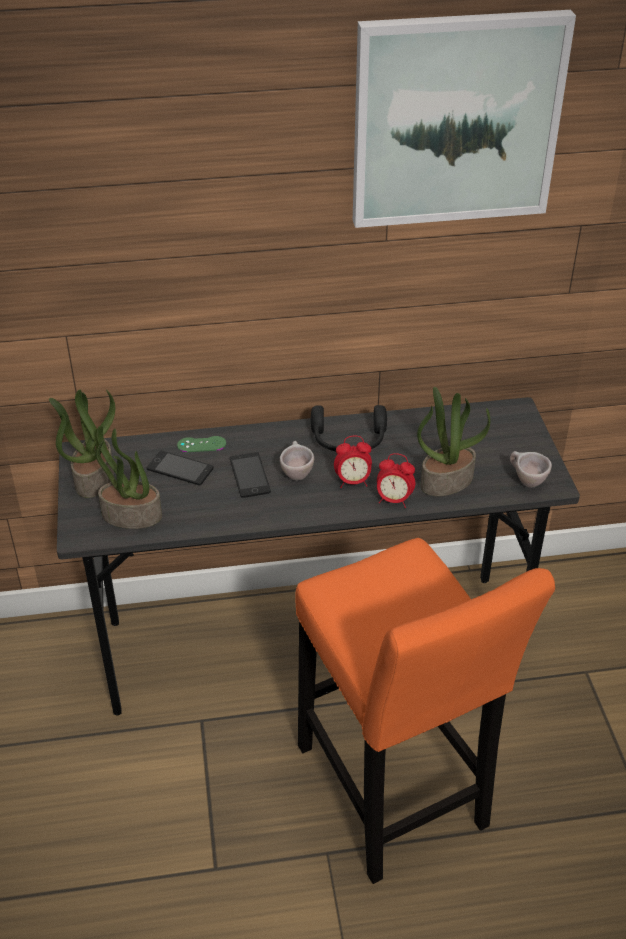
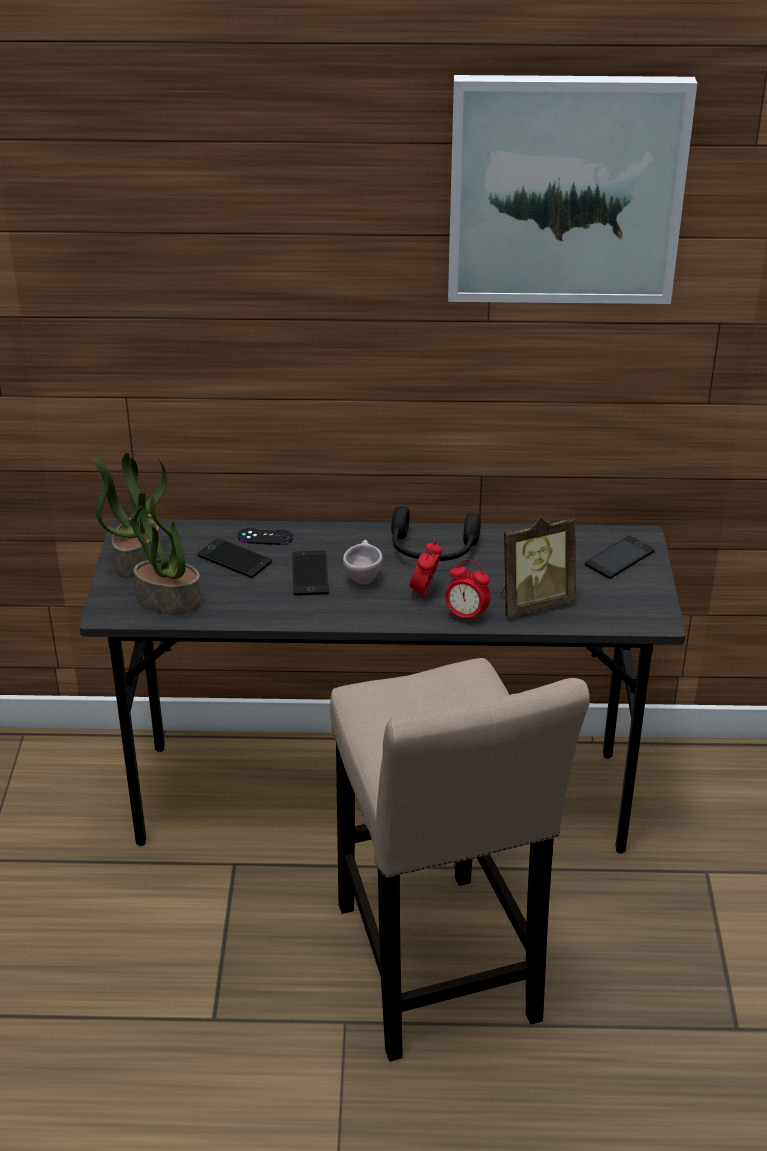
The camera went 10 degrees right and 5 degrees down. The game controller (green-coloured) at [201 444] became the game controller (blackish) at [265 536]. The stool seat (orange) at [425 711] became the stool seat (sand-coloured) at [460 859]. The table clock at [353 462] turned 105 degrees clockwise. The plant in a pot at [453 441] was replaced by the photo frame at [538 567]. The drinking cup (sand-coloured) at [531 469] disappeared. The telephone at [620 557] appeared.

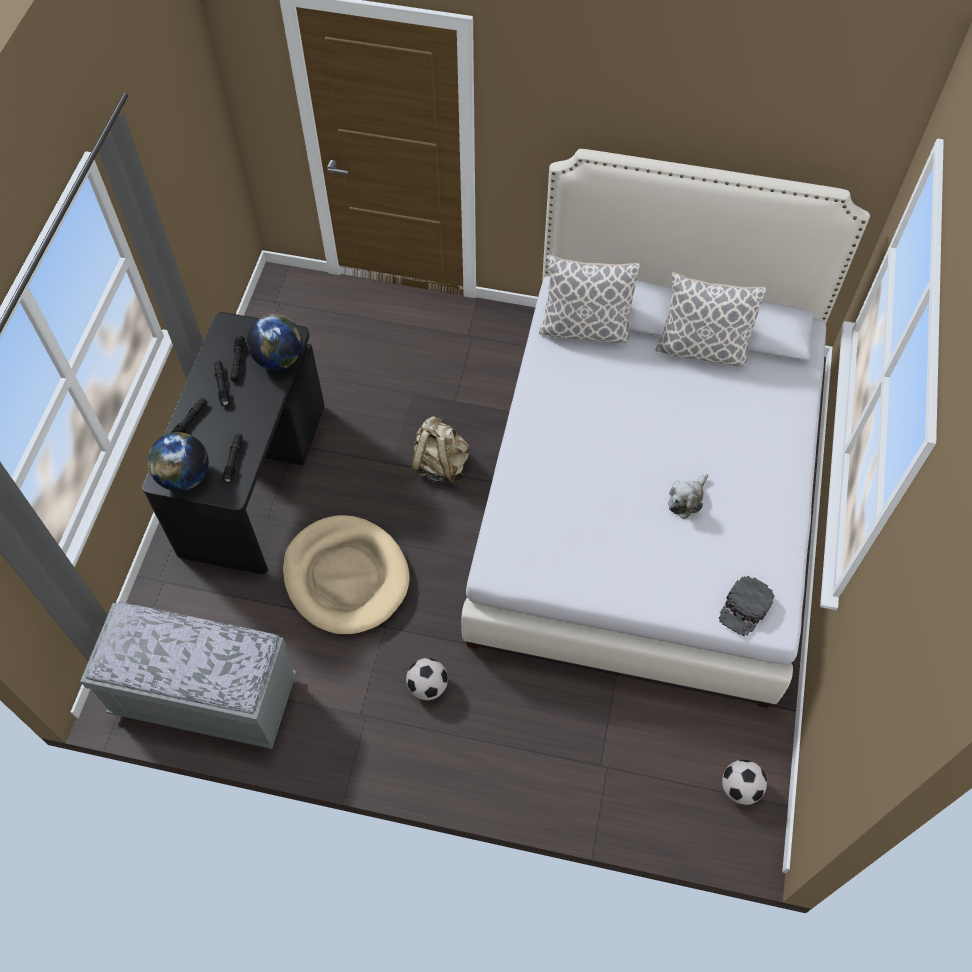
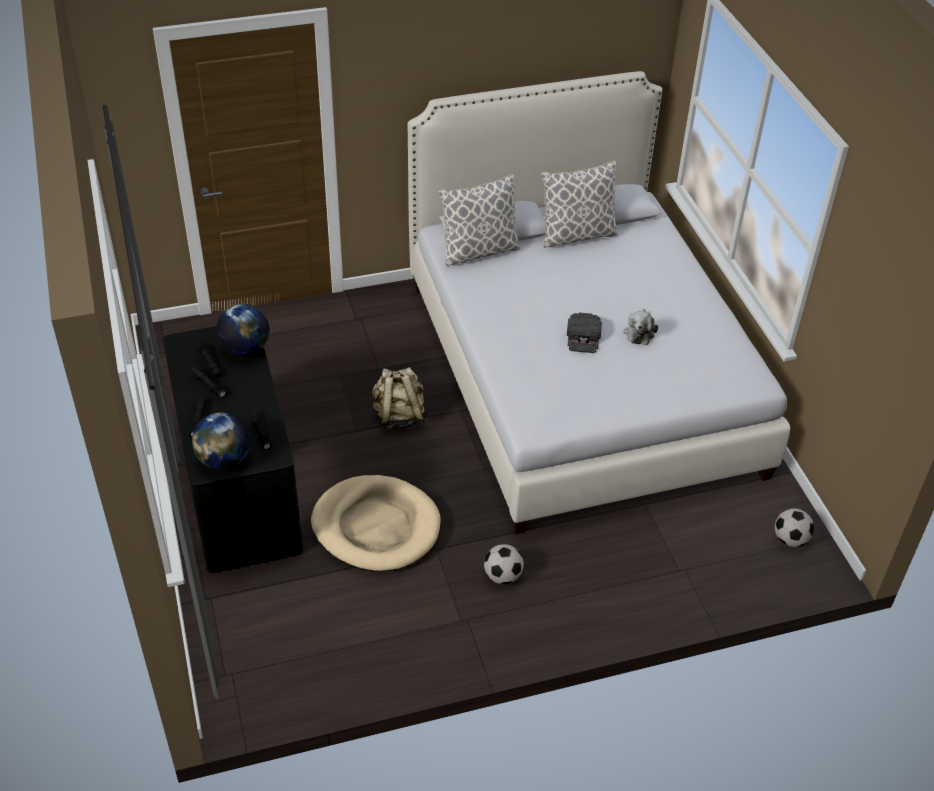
The camera went 30 degrees left and 15 degrees down. The indoor bench (greyish) at [188 675] disappeared. The baseball cap (blackish) moved from [746 606] to [584 333].

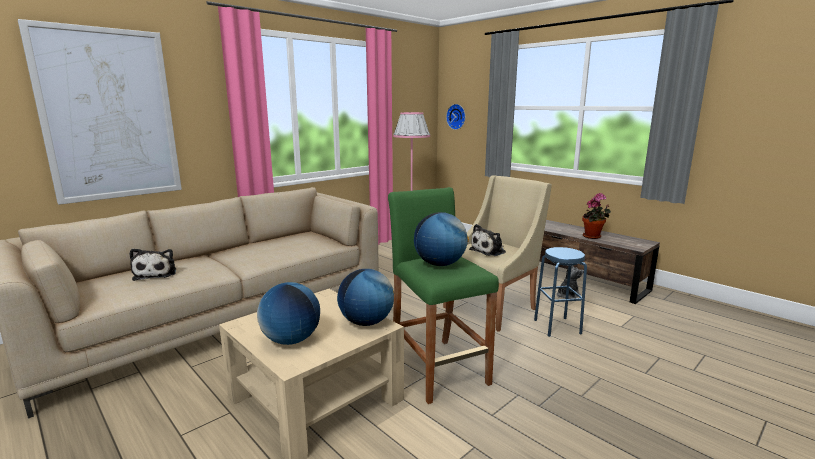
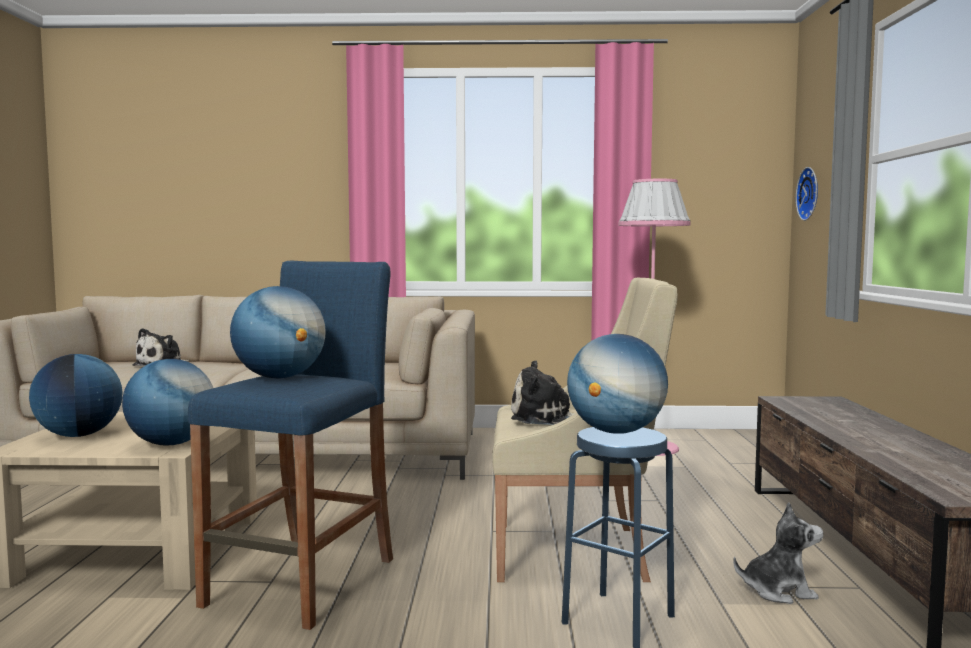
The camera went 45 degrees right and 10 degrees down. The wall picture at [100 112] disappeared. The stool seat (green-coloured) at [443 295] became the stool seat (bluish) at [290 445]. The plant in a pot at [596 216] disappeared. The globe at [617 384] appeared.

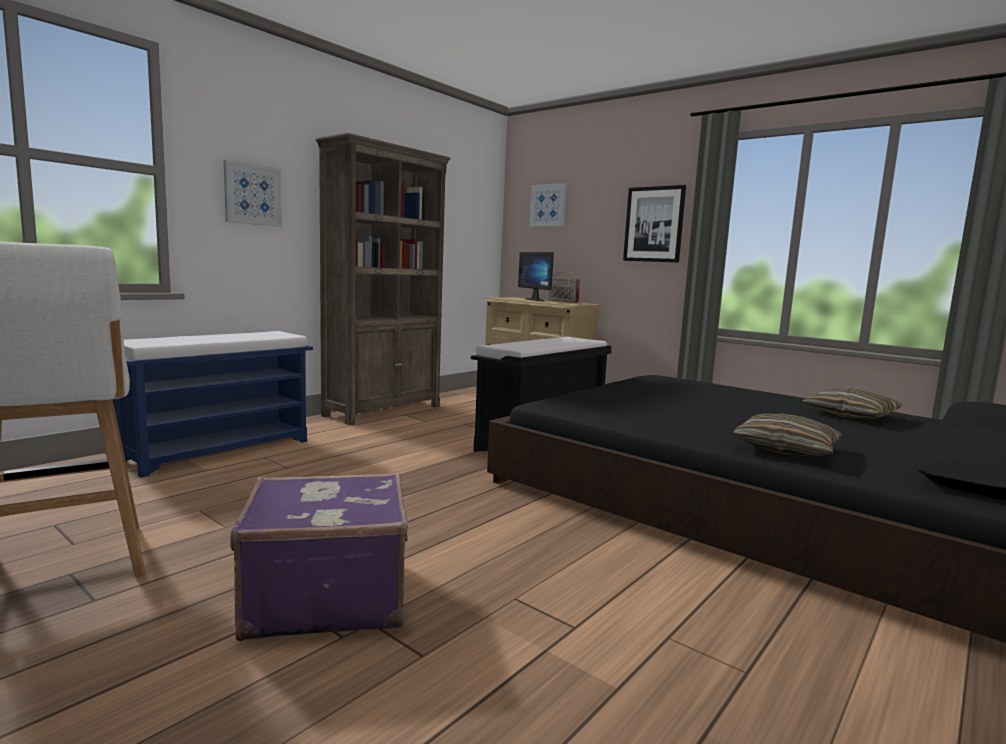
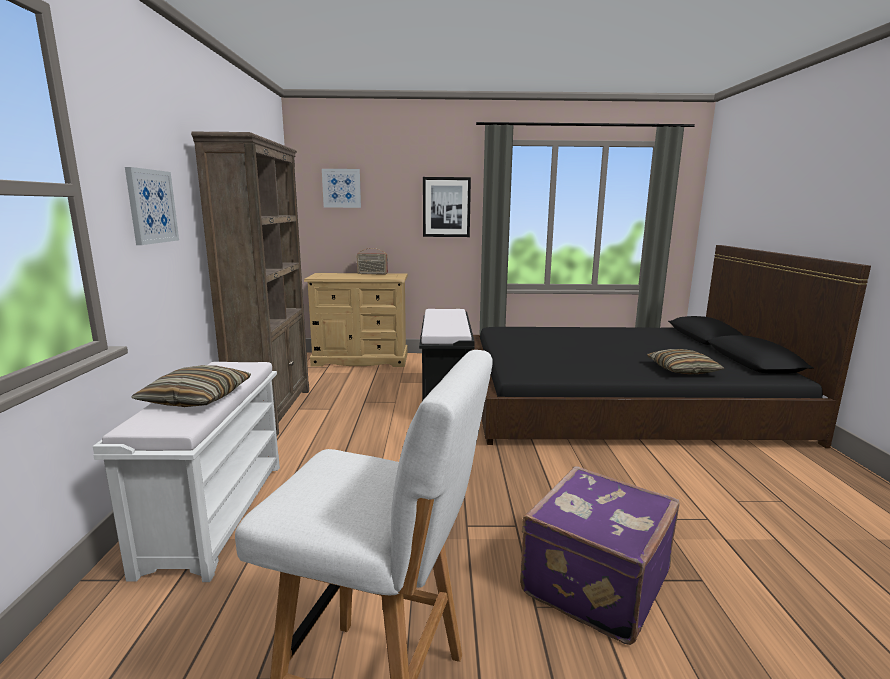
The camera went 40 degrees left and 5 degrees up. The indoor bench (bluish) at [213 404] became the indoor bench (white) at [186 472]. The computer screen at [536 277] disappeared. The throw pillow moved from [852 403] to [191 386].

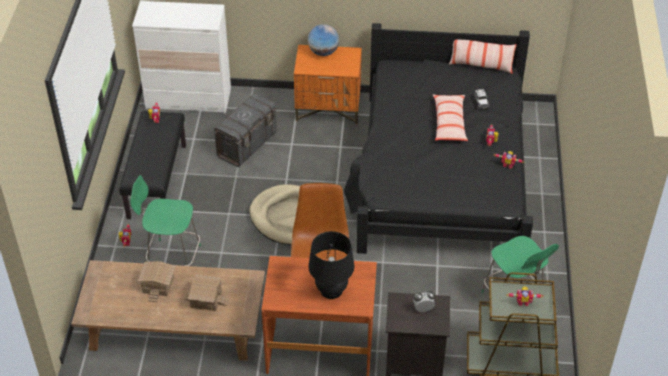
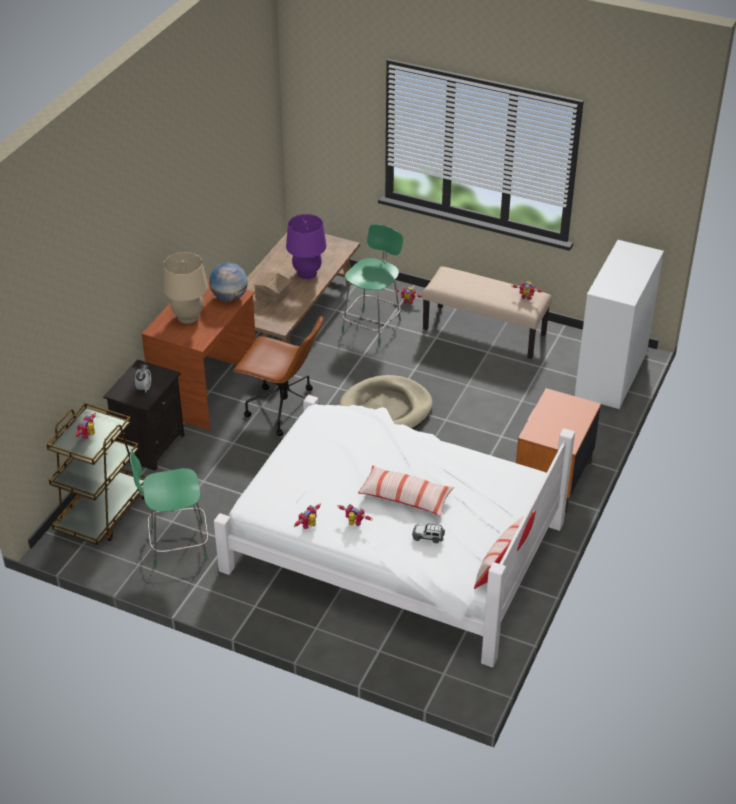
The camera went 110 degrees right and 5 degrees down. The indoor bench (blackish) at [152 165] became the indoor bench (sand-coloured) at [487 312]. The toy house at [157 281] was replaced by the table lamp (purple) at [306 246]. The storage container (greyish) at [245 130] disappeared. The globe moved from [323 40] to [228 282]. The table lamp (blackish) at [331 265] became the table lamp (sand-coloured) at [185 288]. The bed (blackish) at [438 138] became the bed (white) at [394 531].

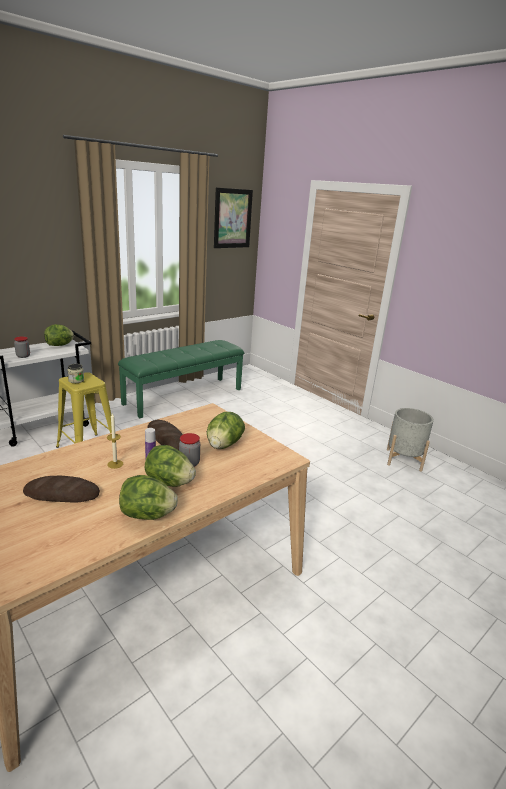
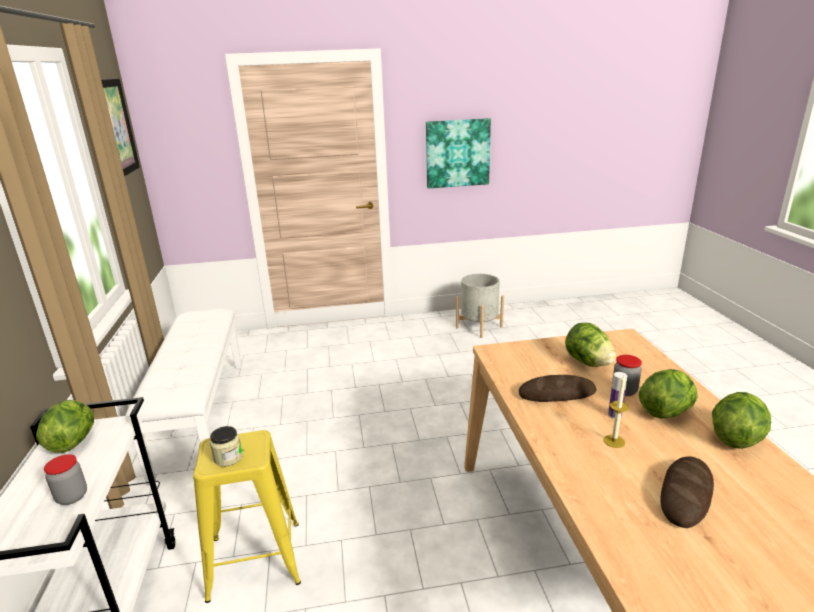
The camera went 55 degrees left and 0 degrees up. The indoor bench (green-coloured) at [181 379] became the indoor bench (white) at [183 397]. The wall picture at [458 153] appeared.

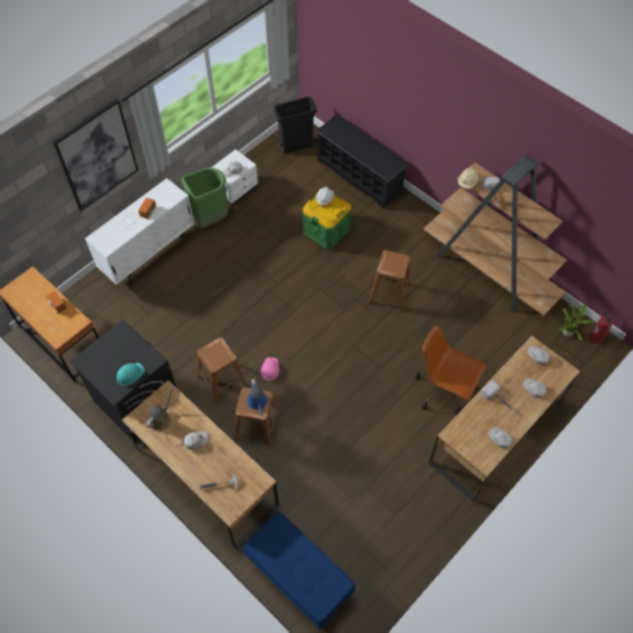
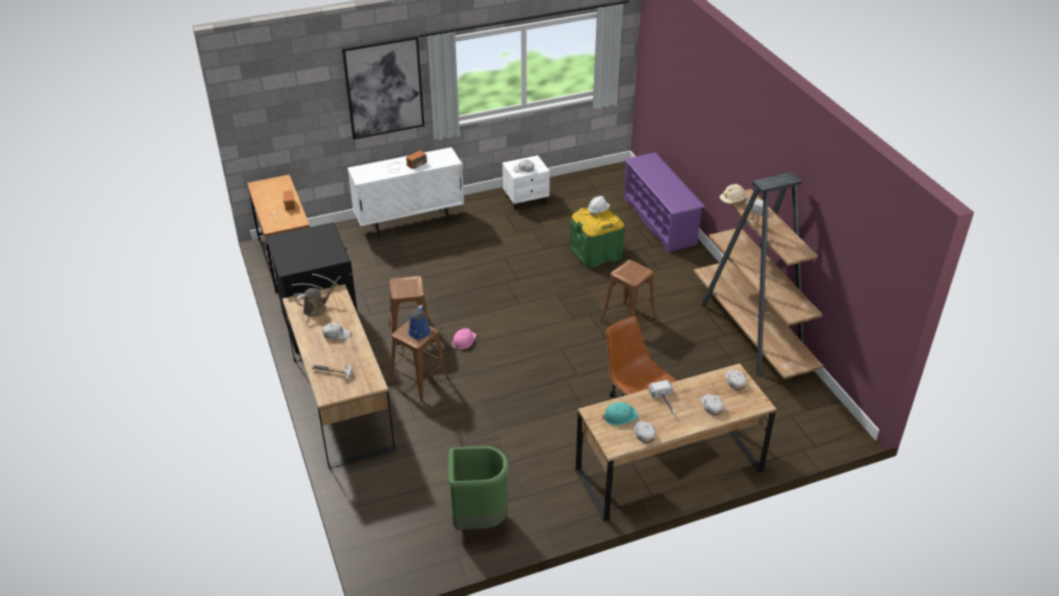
The camera went 25 degrees right and 20 degrees down. The safety helmet (blue-green) moved from [130 374] to [620 413]. The trash can (green-coloured) moved from [205 197] to [478 488]. The indoor bench (bluish) at [299 570] disappeared. The trash can (blackish) at [295 125] disappeared. The shoe stand (blackish) at [362 161] became the shoe stand (purple) at [664 203]. The plant in a pot at [576 322] disappeared. The fire-fighting cylinder at [601 328] disappeared.

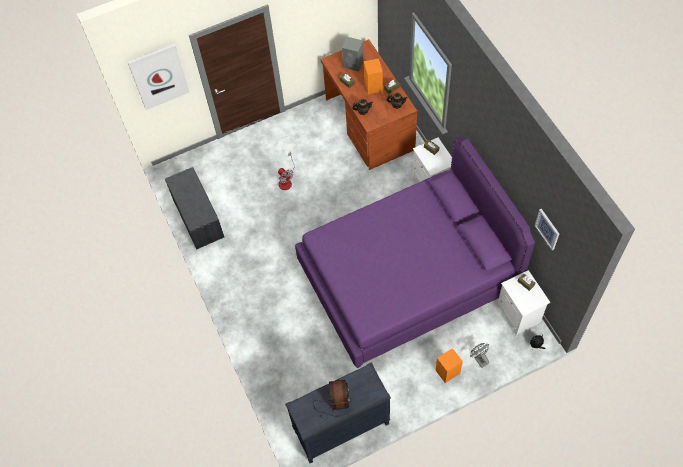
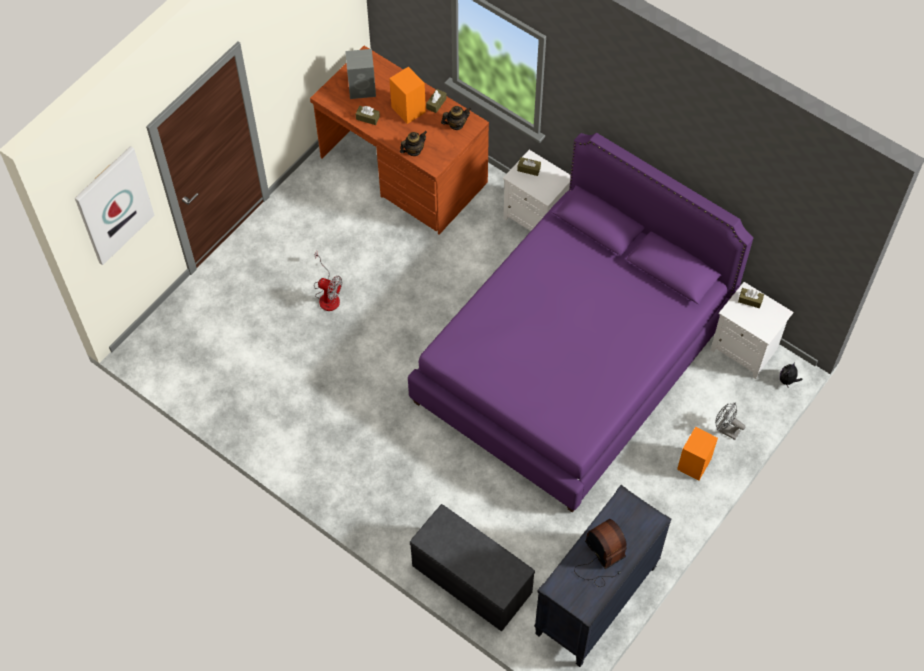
The camera went 30 degrees left and 0 degrees up. The indoor bench (greyish) moved from [194 208] to [472 568]. The wall picture at [547 229] disappeared.

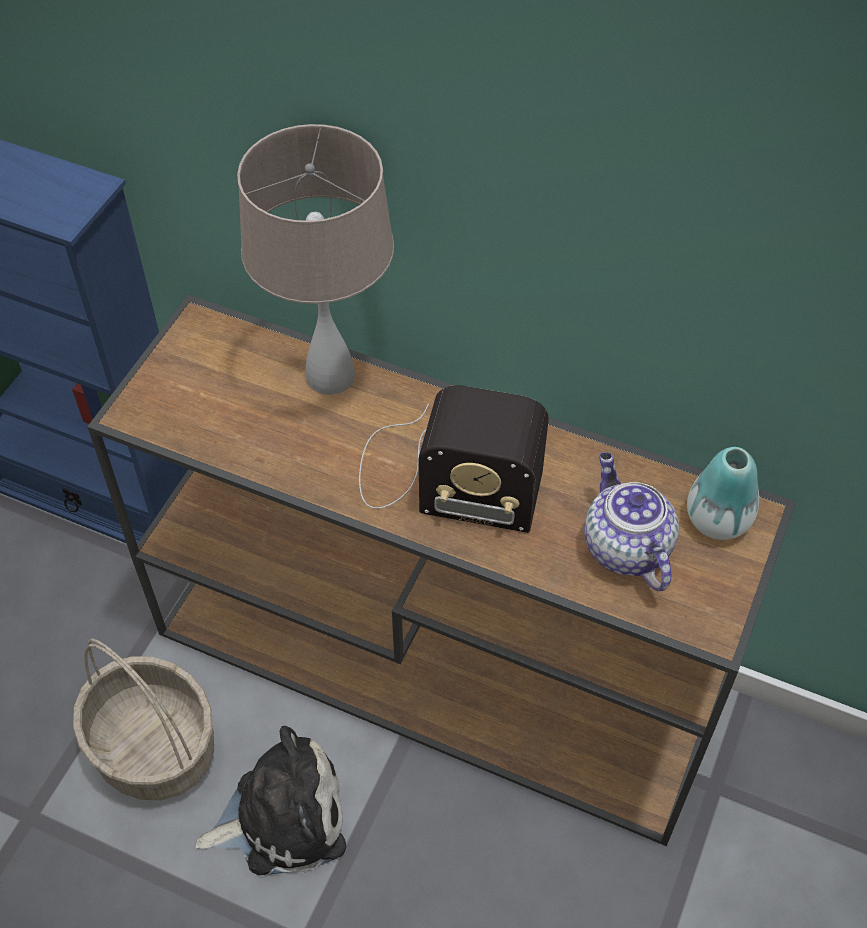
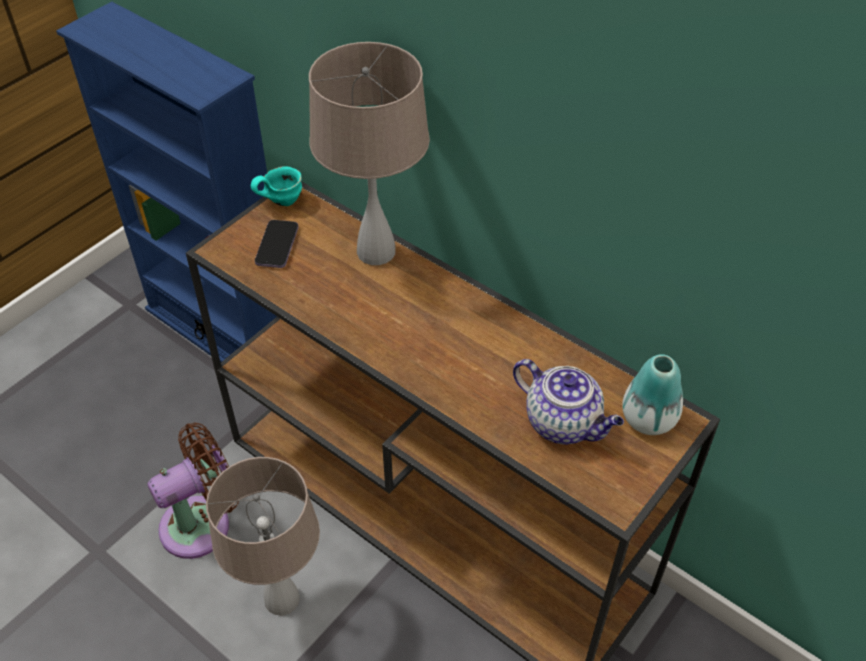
The camera went 15 degrees right and 5 degrees down. The storage basket at [143 719] was replaced by the fan (brownish) at [193 491]. The cuddly toy at [270 800] was replaced by the table lamp (sand-coloured) at [263 536]. The radio receiver at [454 459] disappeared. The tea pot at [631 521] turned 135 degrees clockwise. The coffee mug (blue-green) at [276 186] appeared. The telephone at [276 244] appeared.

